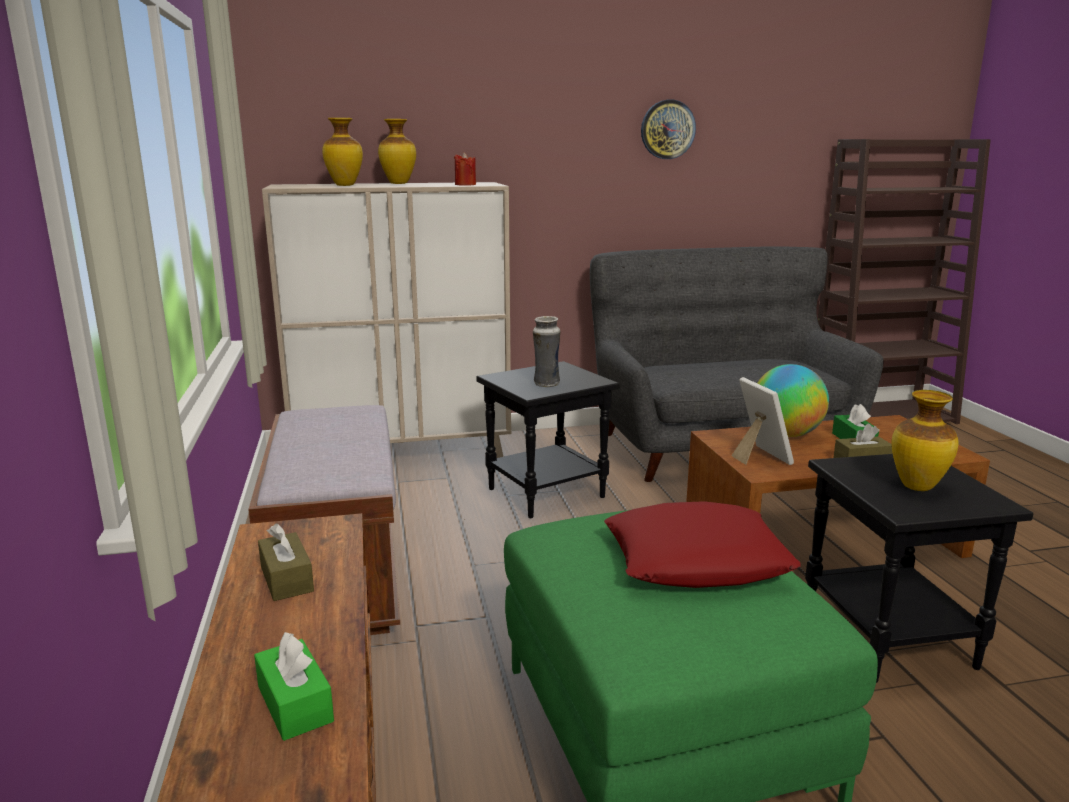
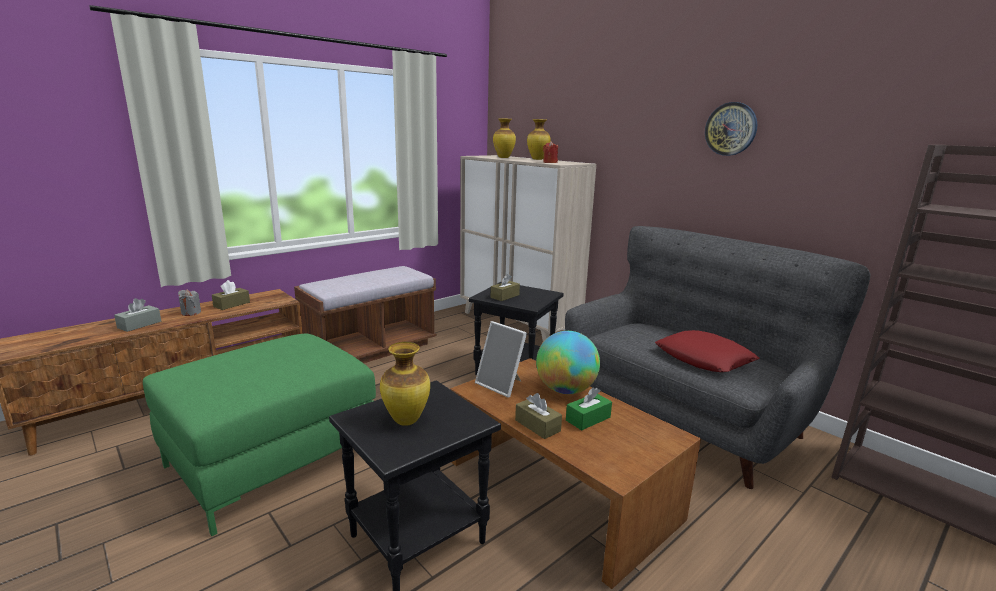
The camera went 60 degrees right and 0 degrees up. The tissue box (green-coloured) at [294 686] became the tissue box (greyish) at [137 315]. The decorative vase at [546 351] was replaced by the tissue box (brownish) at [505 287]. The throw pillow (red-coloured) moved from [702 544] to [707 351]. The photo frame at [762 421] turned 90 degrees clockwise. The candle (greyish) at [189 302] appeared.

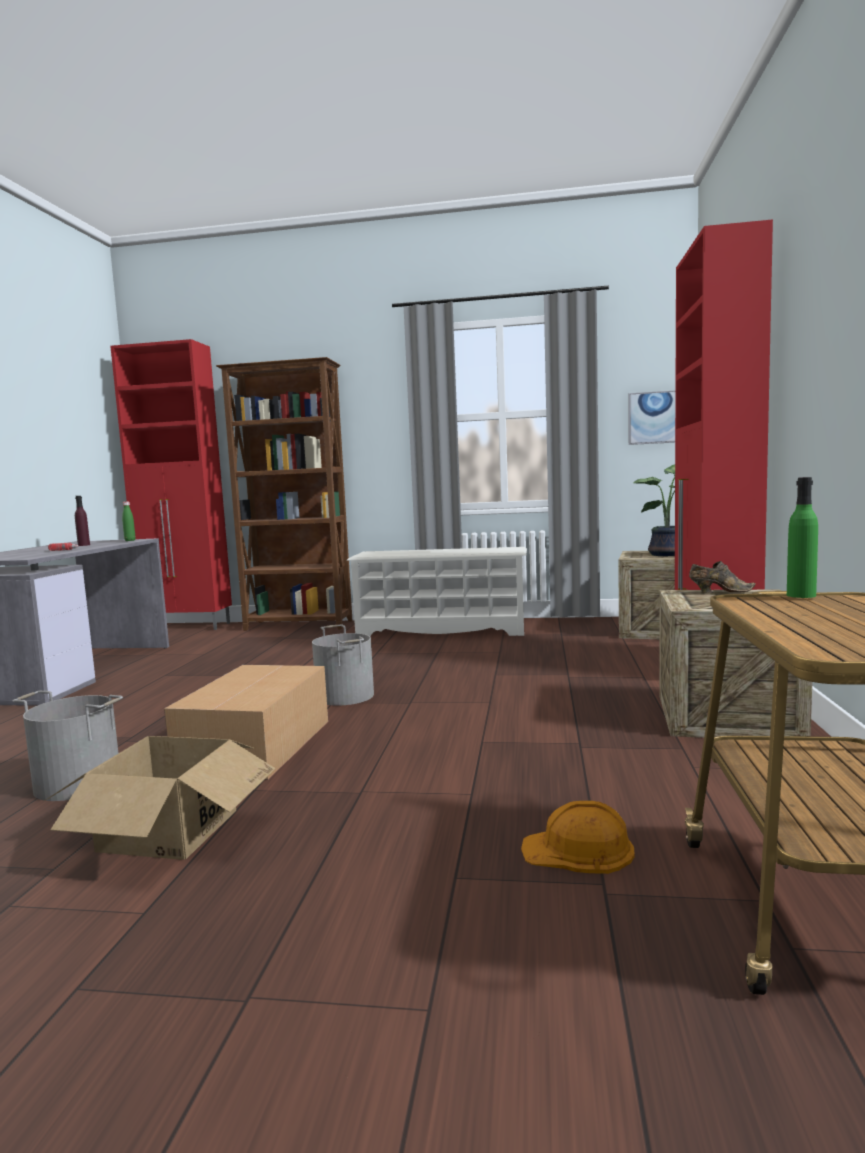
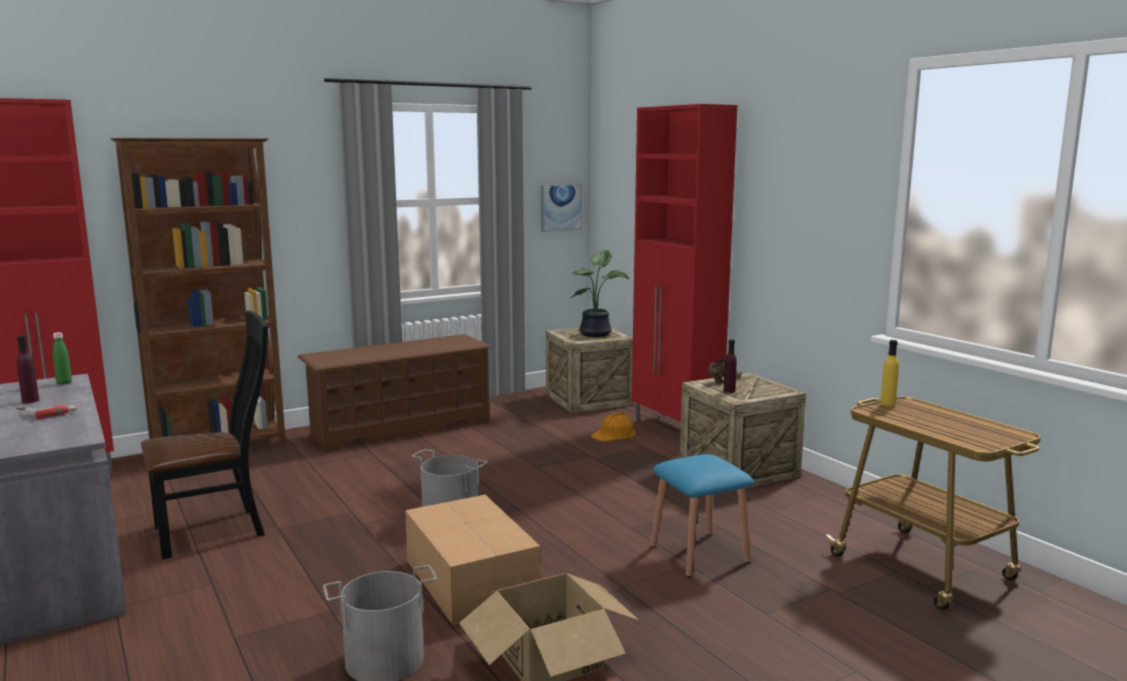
The camera went 40 degrees left and 5 degrees up. The shoe stand (white) at [437 591] became the shoe stand (brownish) at [395 393]. The safety helmet (orange) moved from [578 837] to [613 427]. The bottle (green-coloured) at [802 537] became the bottle (yellowish) at [889 373]. The upright chair (blackish) at [204 434] appeared. The stool seat (bluish) at [702 515] appeared. The bottle (purple) at [730 366] appeared.

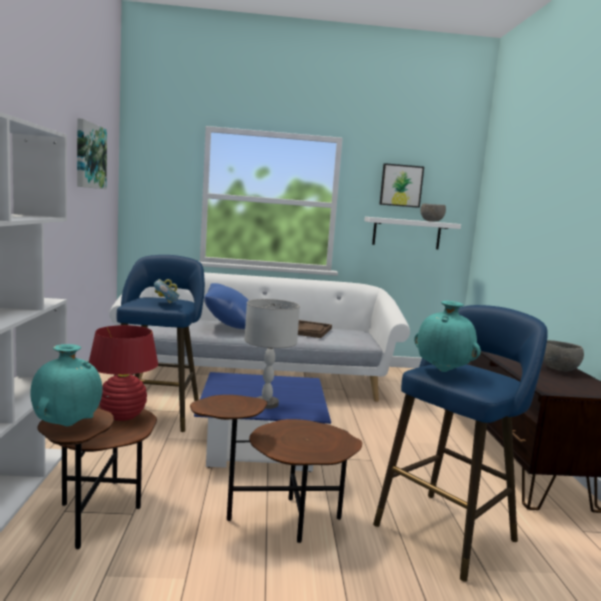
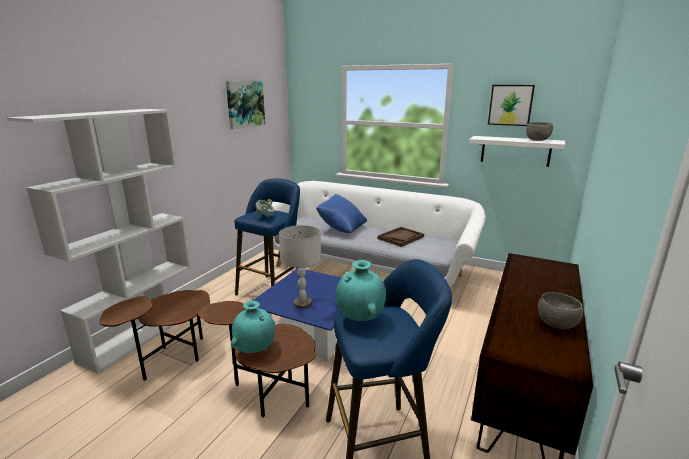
The camera went 30 degrees right and 10 degrees up. The decorative vase (blue-green) moved from [66 385] to [253 327]. The table lamp (red-coloured) at [123 373] disappeared.

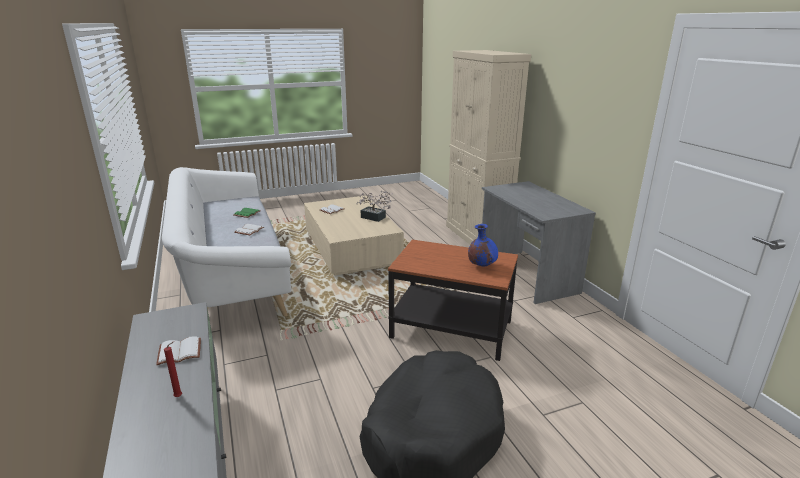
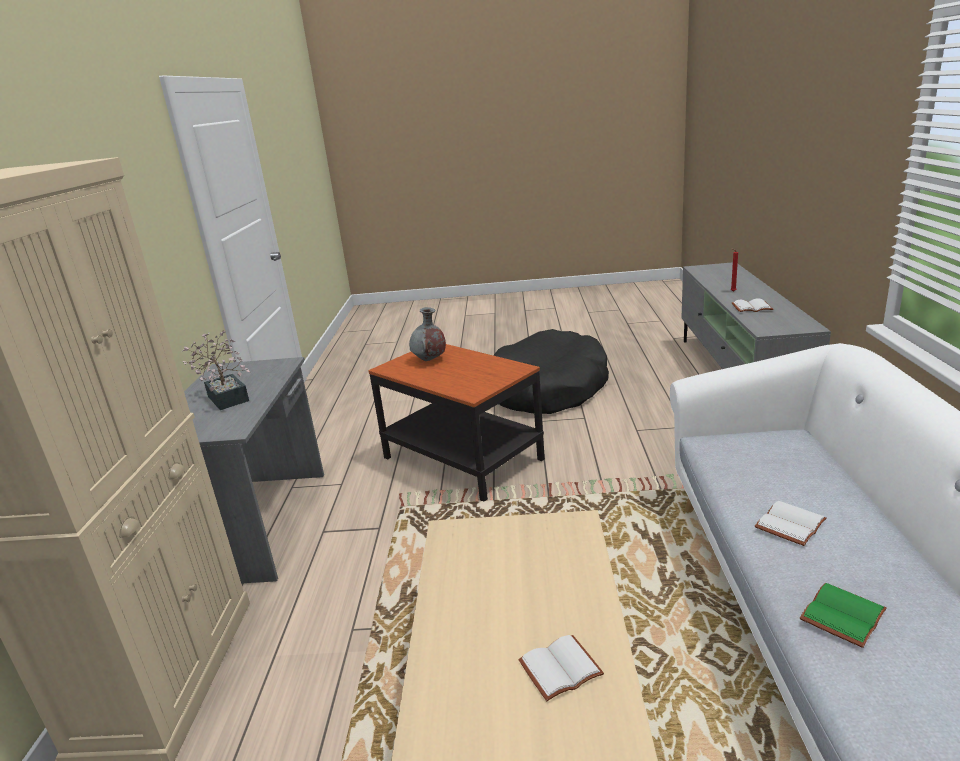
The camera went 155 degrees left and 0 degrees up. The plant in a pot moved from [374 206] to [216 370]. The decorative vase (bluish) at [483 245] became the decorative vase (greyish) at [427 334].

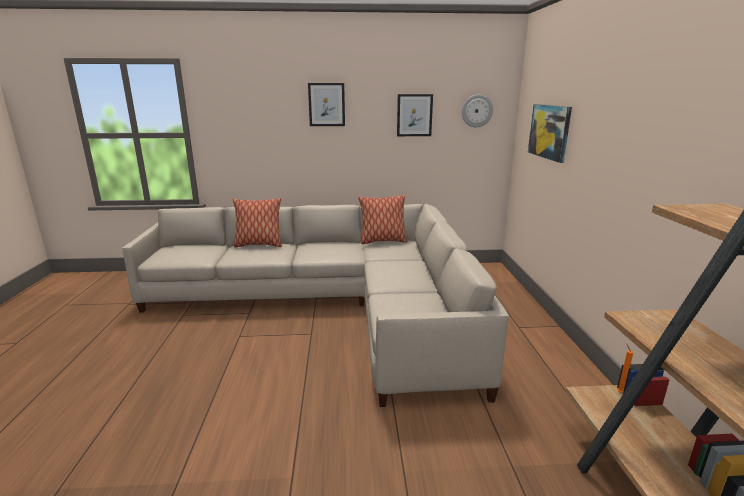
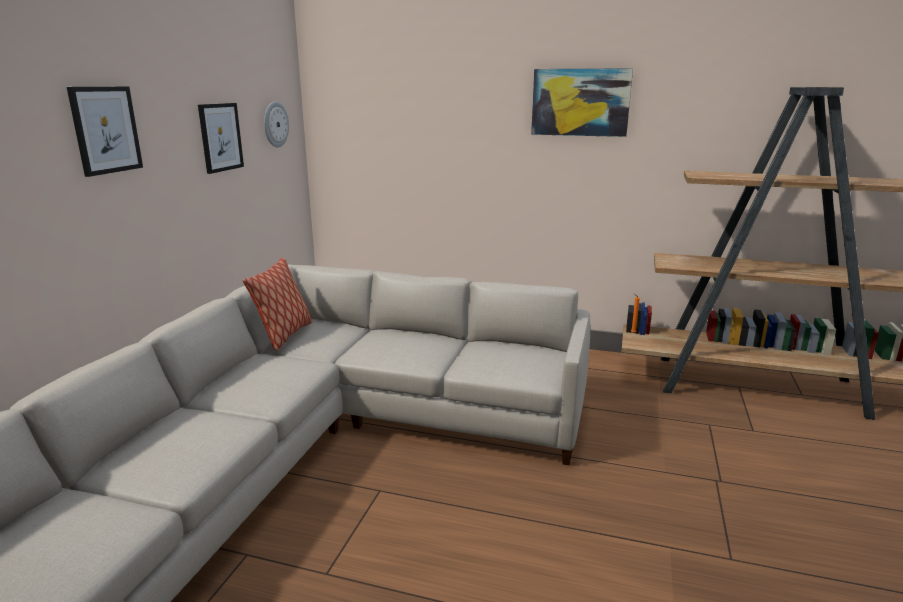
The camera went 70 degrees left and 0 degrees up. The throw pillow at [257 222] disappeared. The wall picture moved from [550 133] to [582 102].

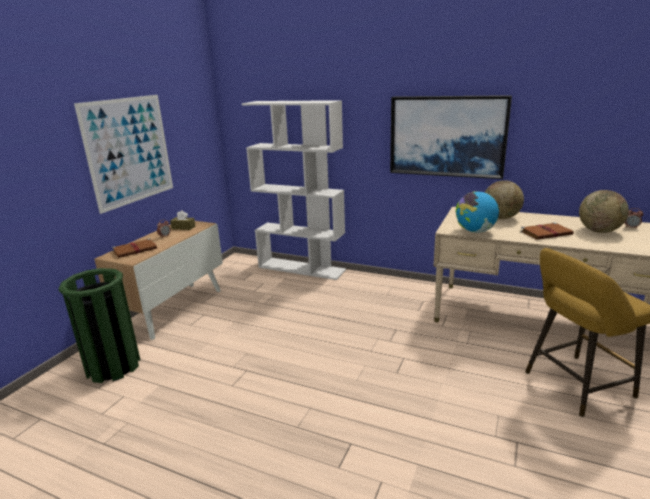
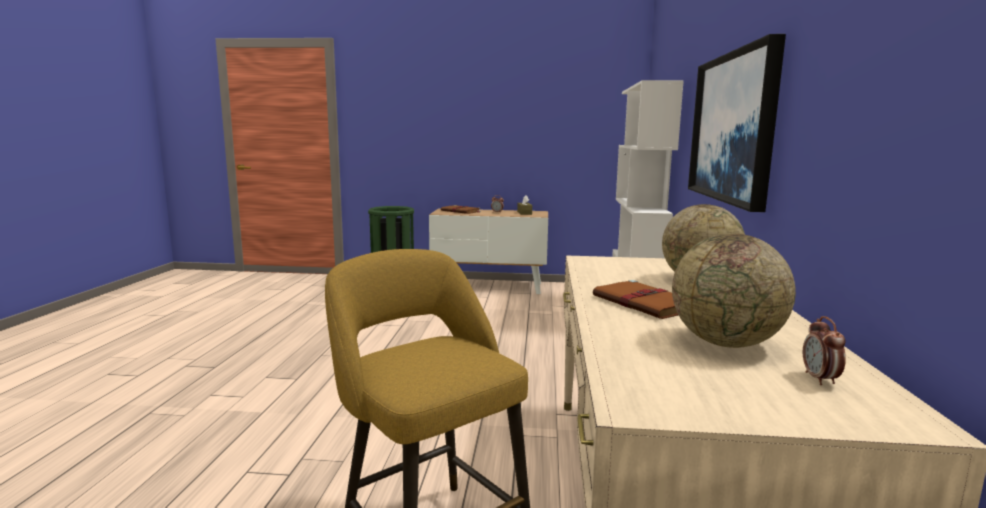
The camera went 70 degrees right and 10 degrees down. The wall picture at [123 154] disappeared. The globe at [477 212] disappeared.

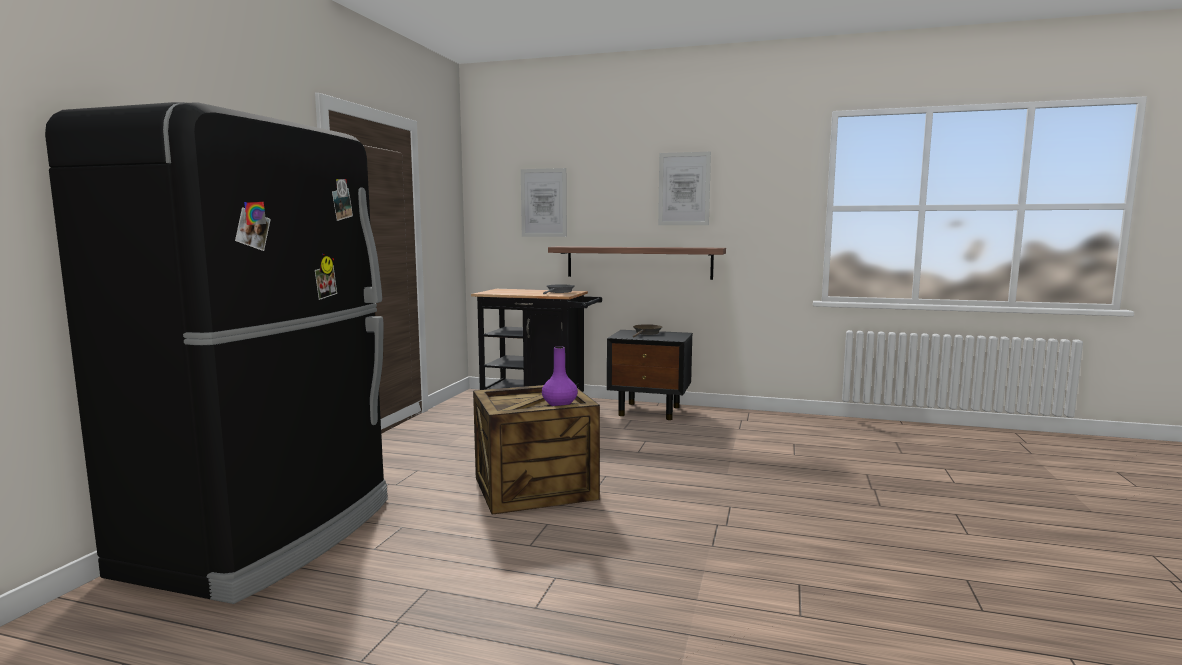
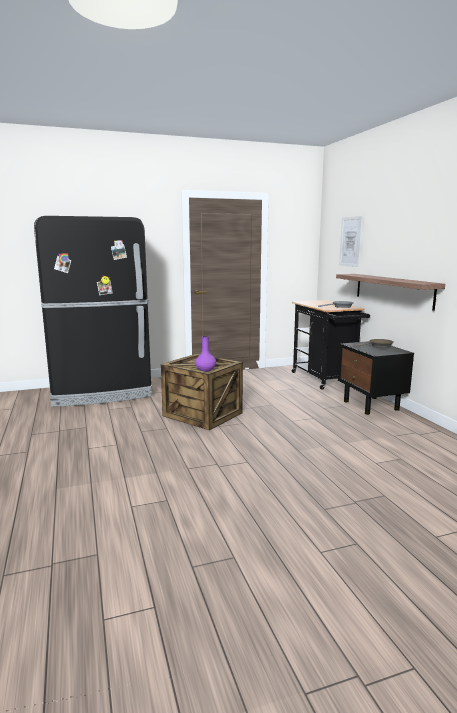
The camera went 55 degrees right and 5 degrees up. The wall picture at [684 188] disappeared.

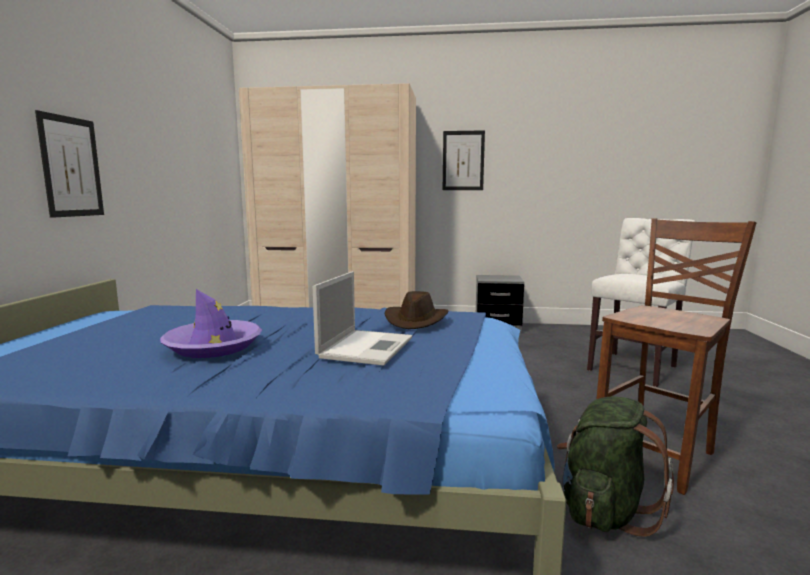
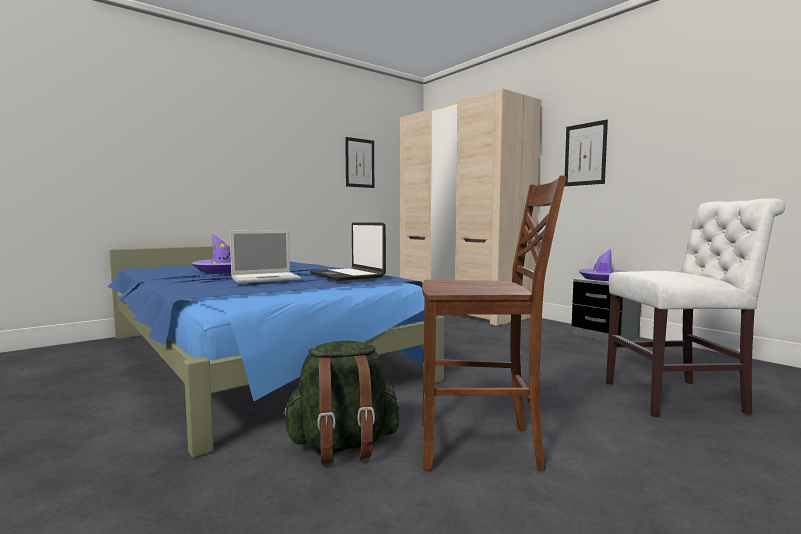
The camera went 45 degrees right and 5 degrees down. The wall picture moved from [69 164] to [359 162]. The wearable hat (brownish) at [417 310] was replaced by the notebook computer at [348 251]. The wearable hat (purple) at [603 265] appeared.

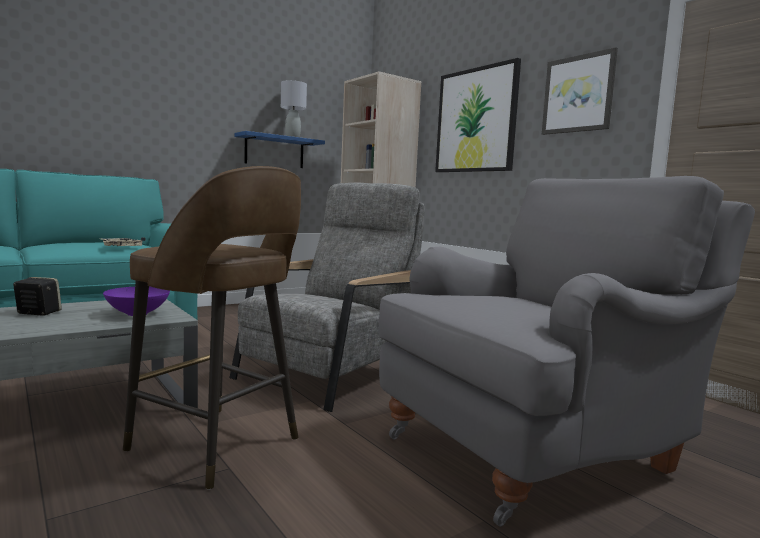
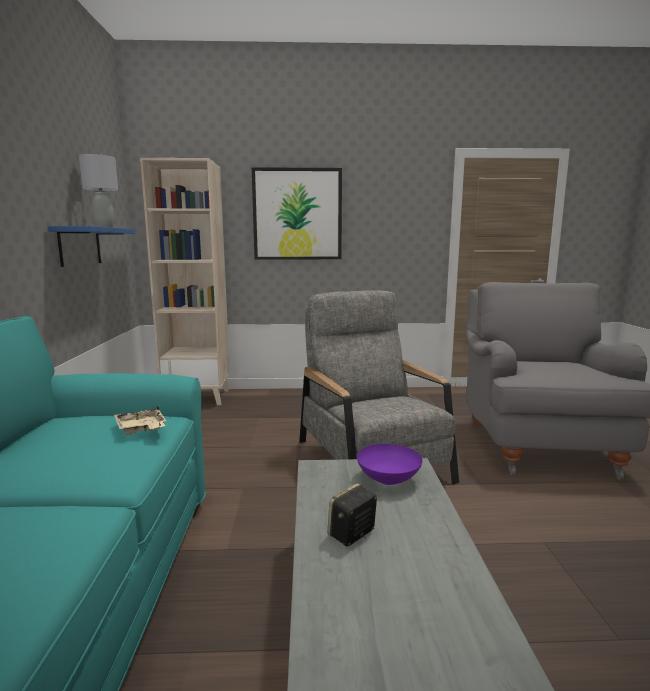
The camera went 55 degrees left and 5 degrees up. The stool seat (brownish) at [212 328] disappeared. The wall picture at [580 91] disappeared.

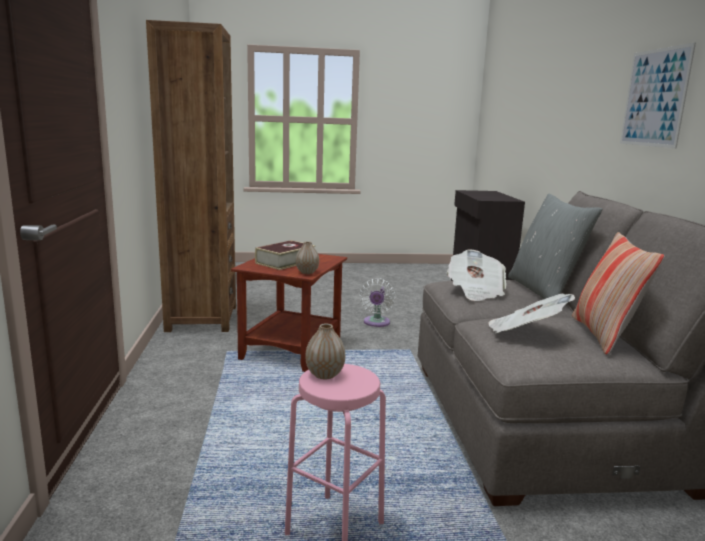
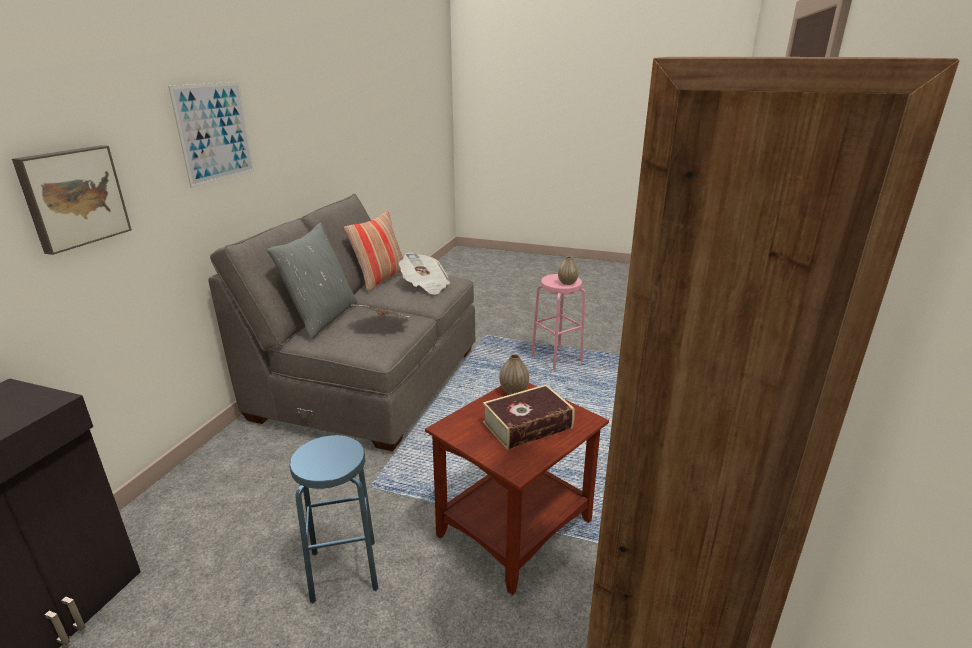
The camera went 155 degrees left and 10 degrees up. The fan (white) at [377 302] was replaced by the stool seat (bluish) at [333 519]. The wall picture at [72 200] appeared.

